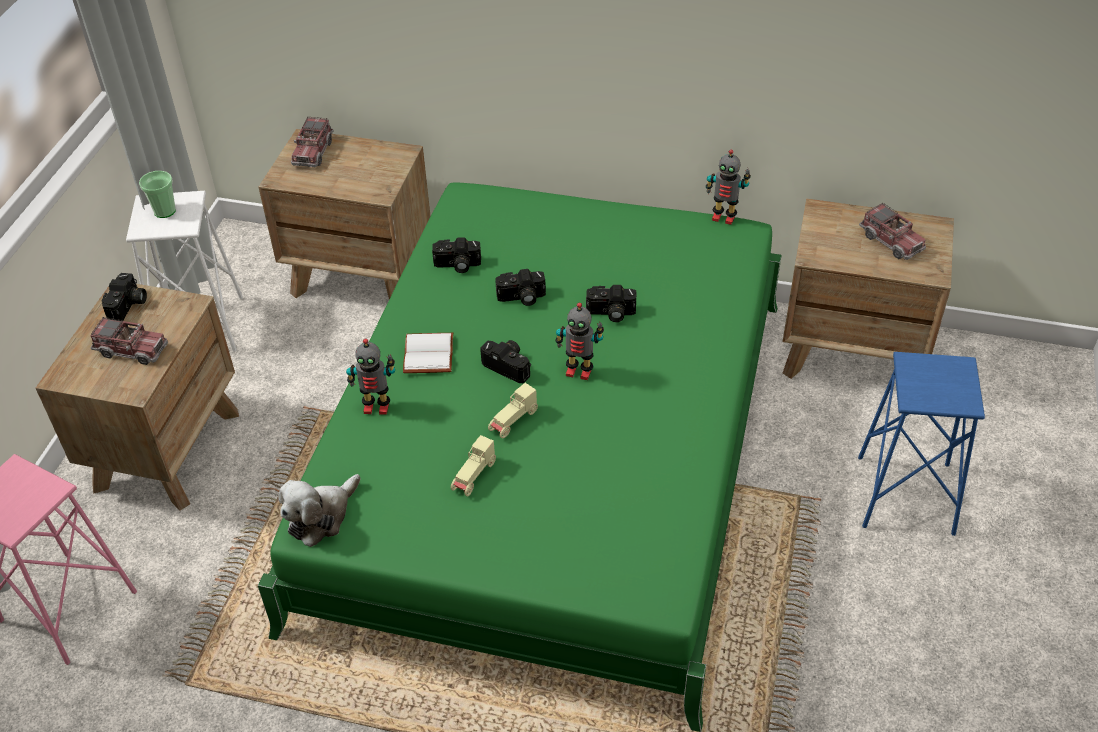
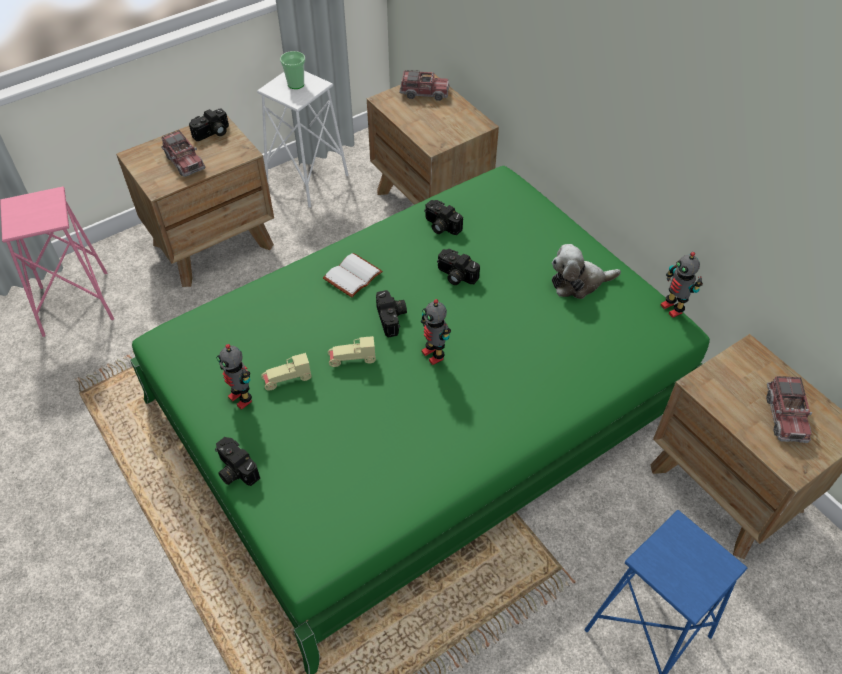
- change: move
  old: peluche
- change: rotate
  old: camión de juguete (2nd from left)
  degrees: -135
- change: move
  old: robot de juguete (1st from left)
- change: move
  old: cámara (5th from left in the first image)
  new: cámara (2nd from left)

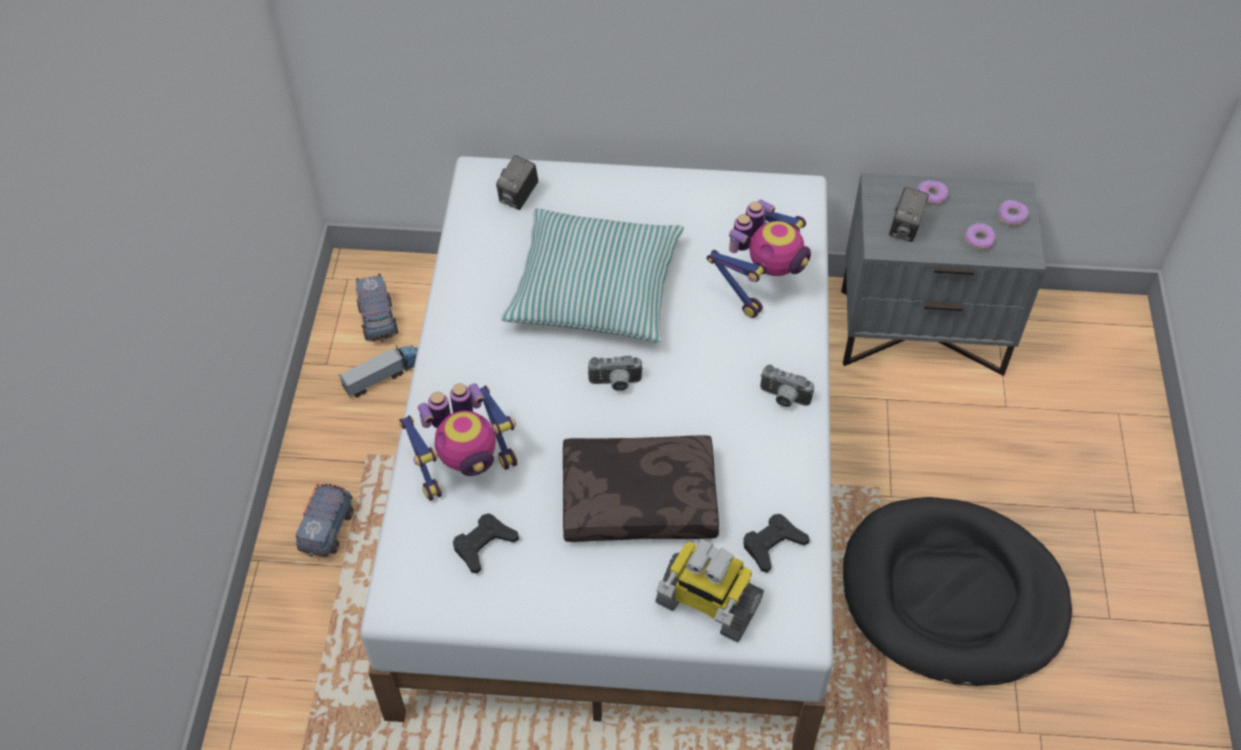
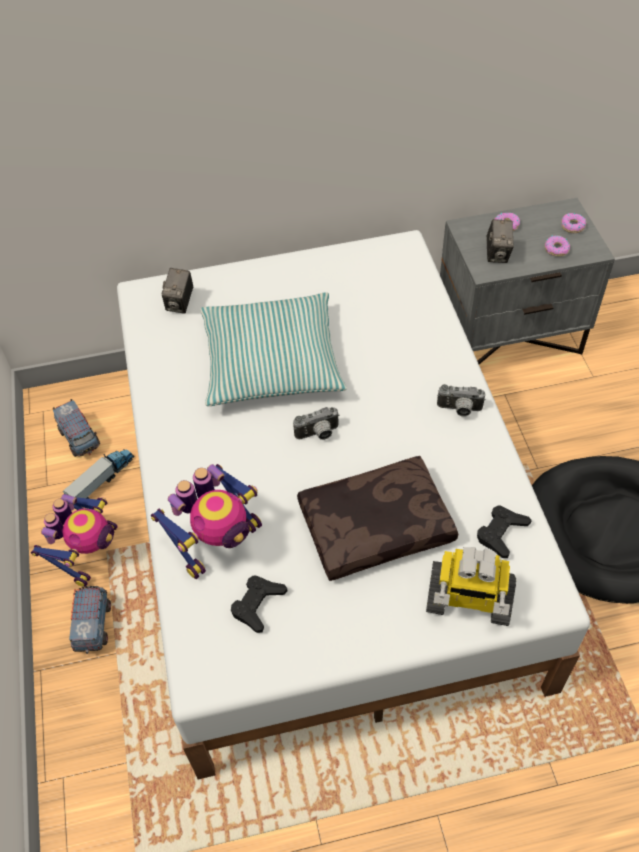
- change: move
  old: robot de juguete (3rd from left in the first image)
  new: robot de juguete (1st from left)

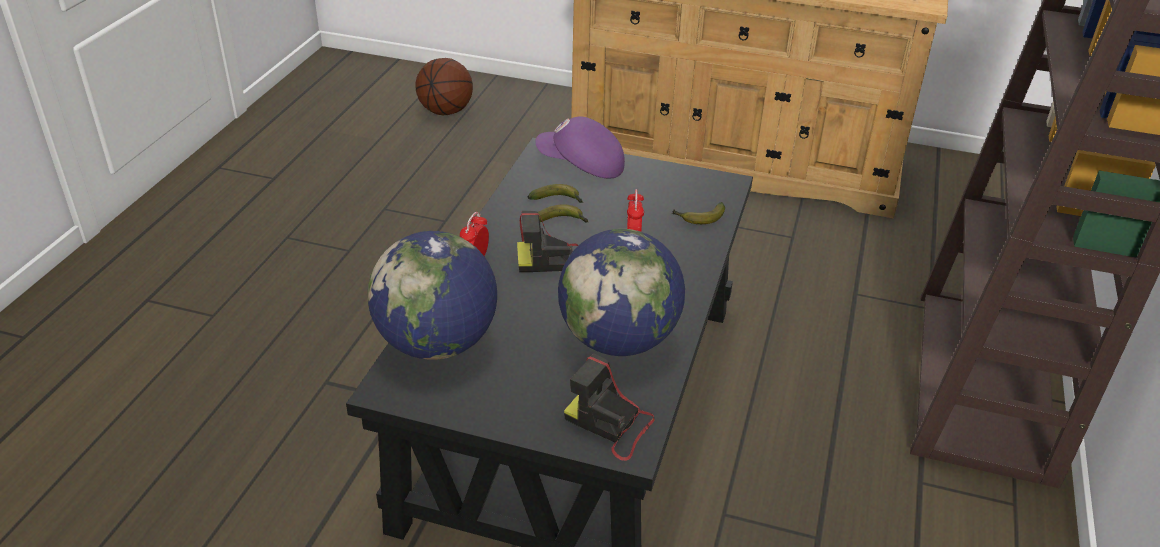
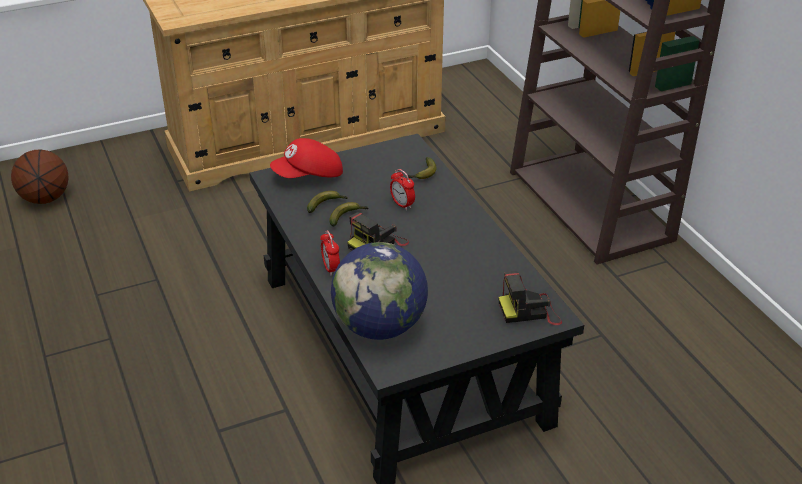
- change: recolor
  old: gorra (morado)
  new: gorra (rojo)
- change: delete
  old: globo terráqueo (2nd from left)

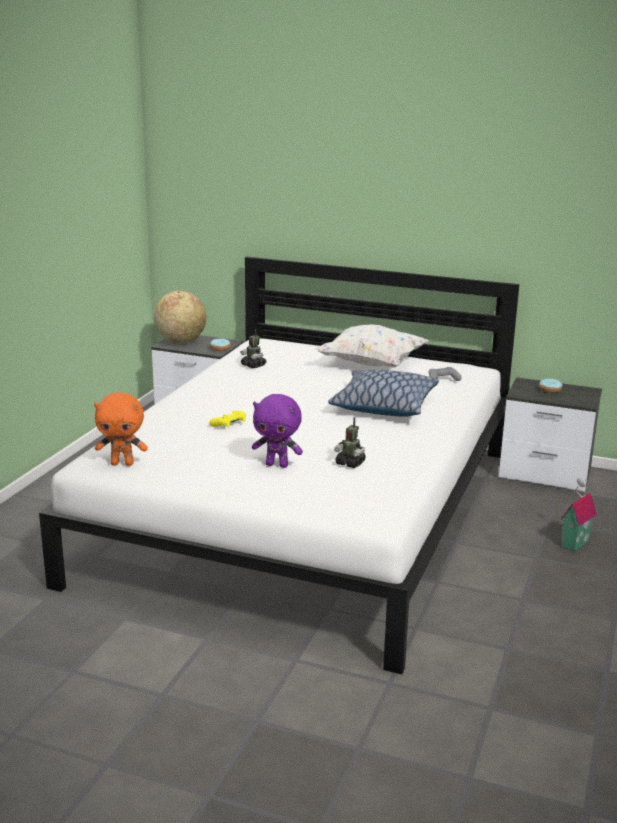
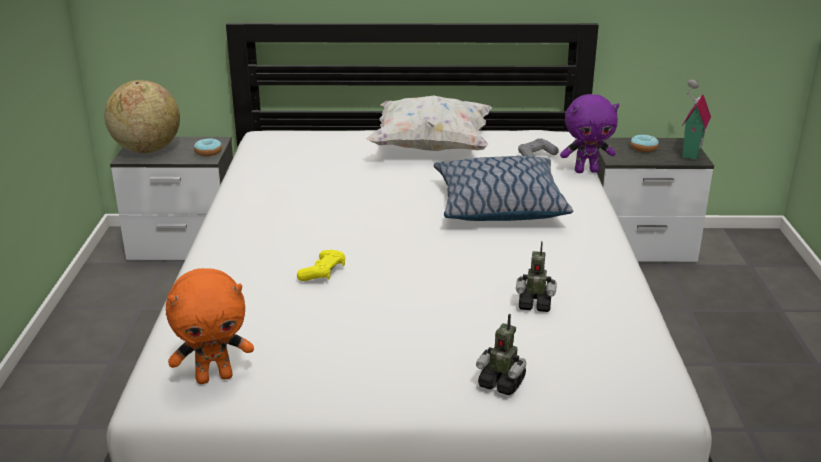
- change: move
  old: robot de juguete (1st from left)
- change: move
  old: peluche (morado)
- change: move
  old: casita

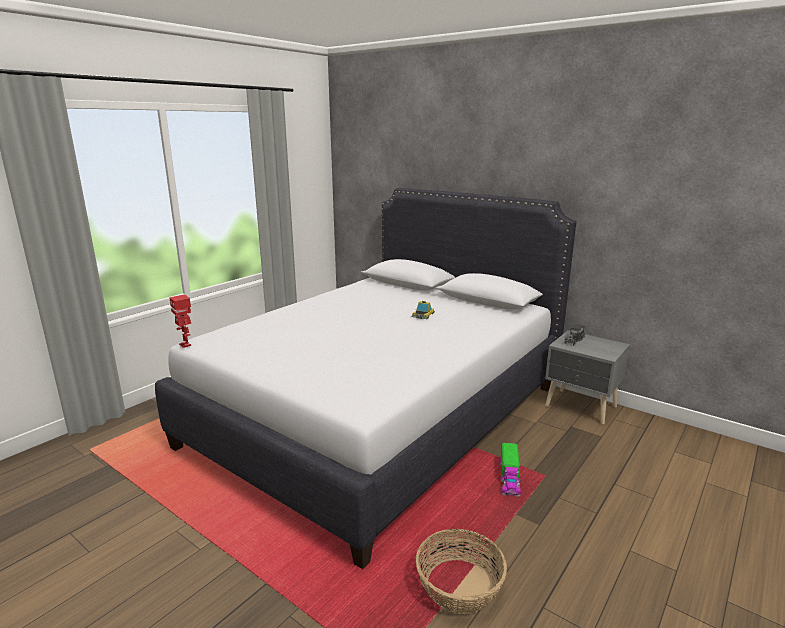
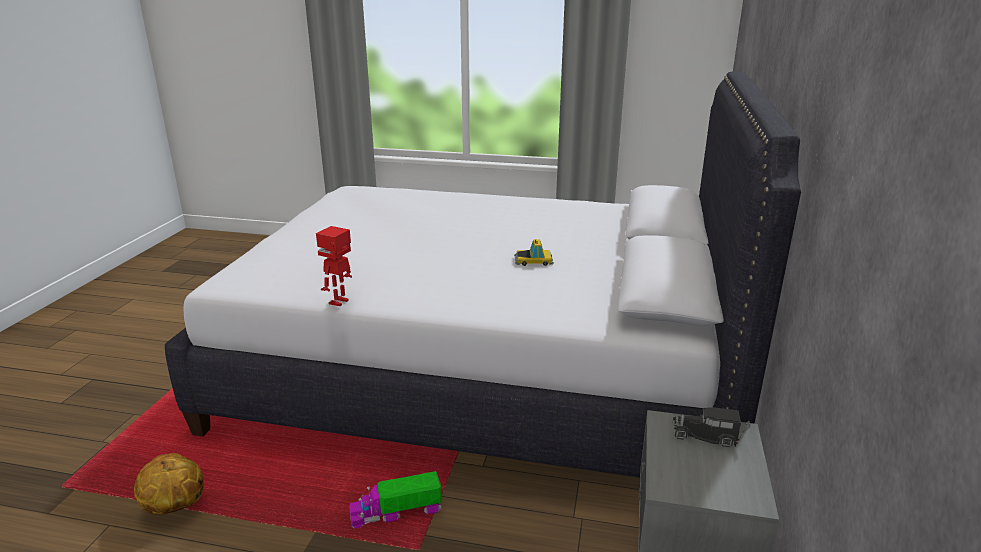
- change: move
  old: robot de juguete
- change: replace
  old: cesta
  new: balón de baloncesto

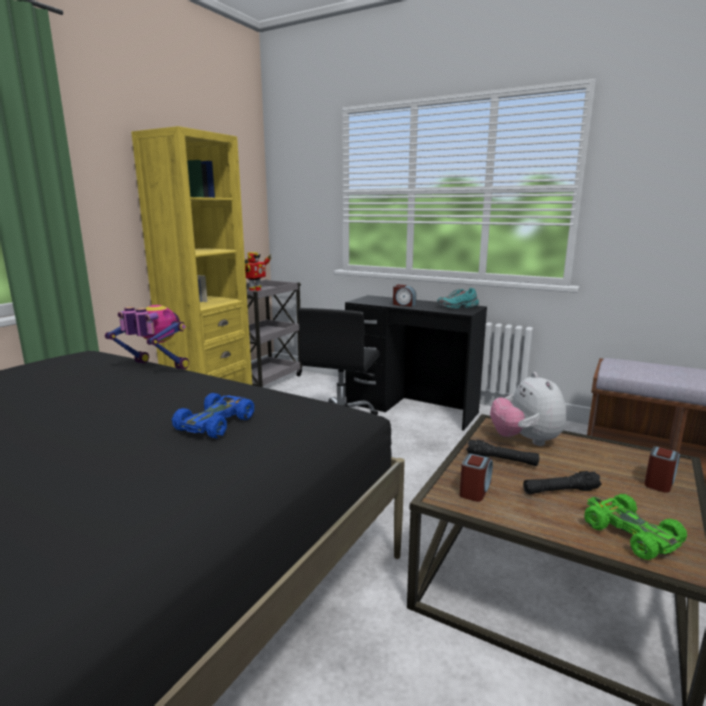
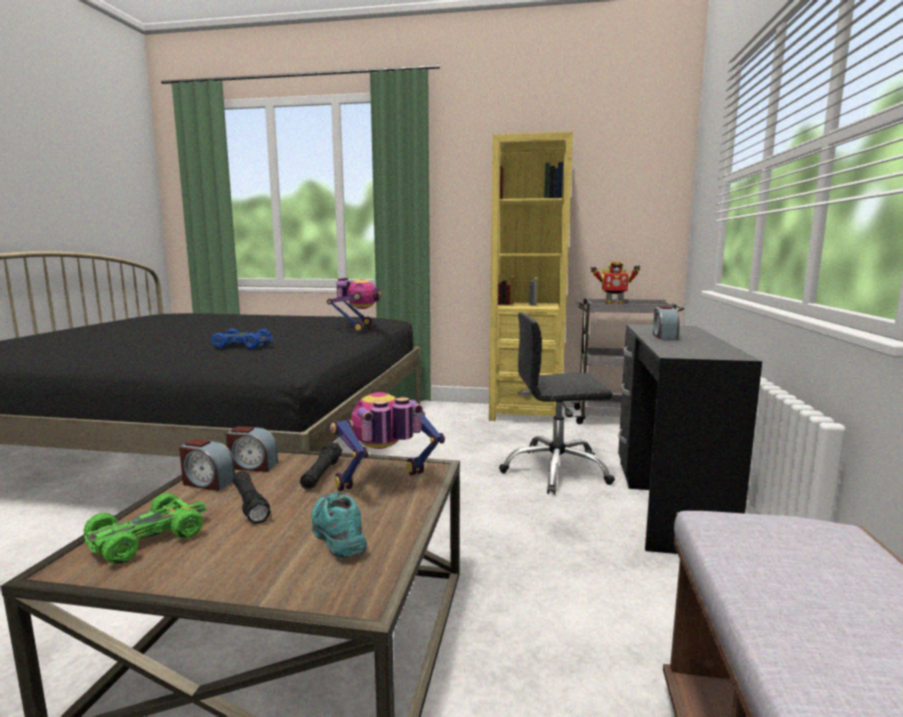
- change: move
  old: zapato (turquesa)
- change: replace
  old: peluche
  new: robot de juguete (2nd from left)
- change: move
  old: despertador (3rd from left in the first image)
  new: despertador (1st from left)

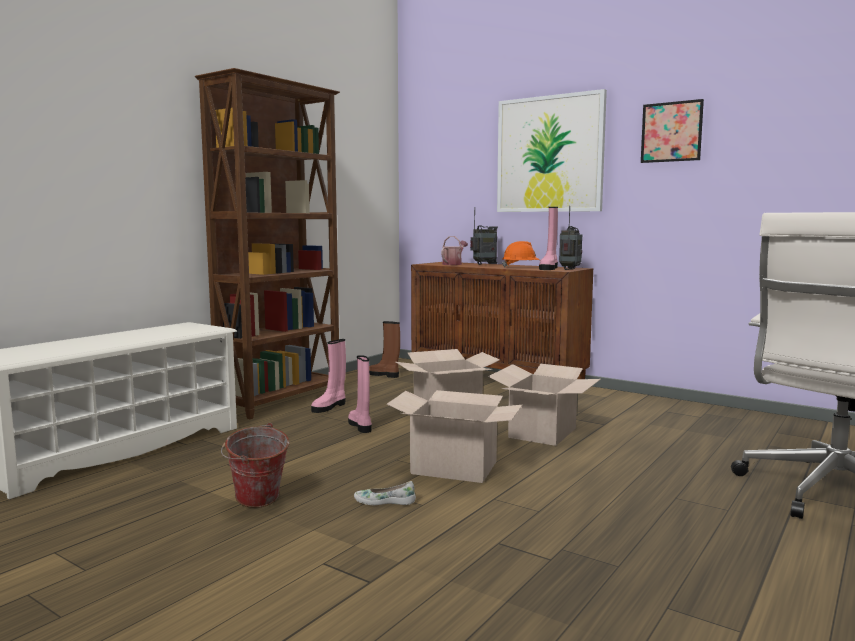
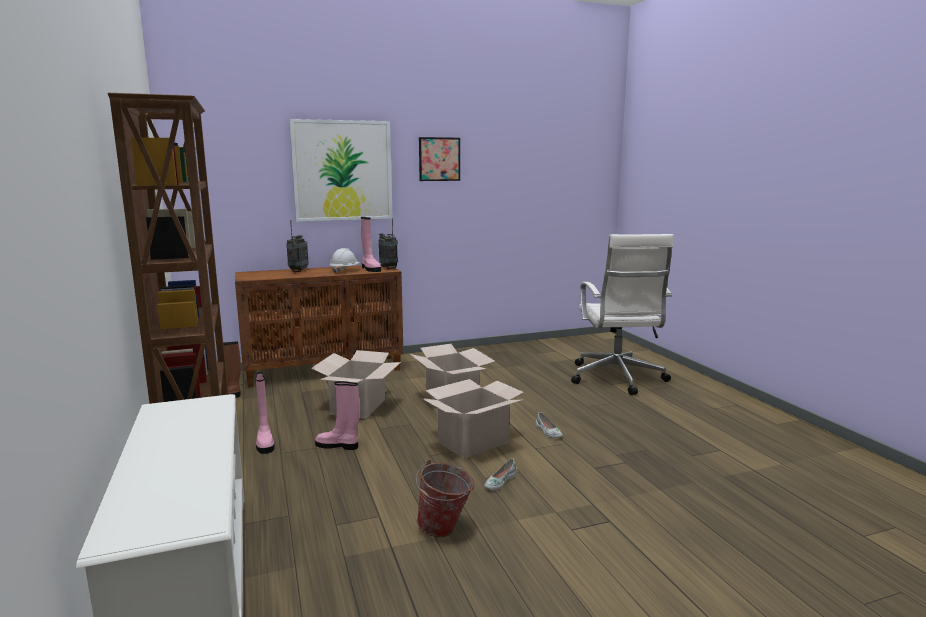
- change: delete
  old: regadera
- change: recolor
  old: casco (naranja)
  new: casco (blanco)
- change: insert
  new: zapato (blanco) (2nd from left)

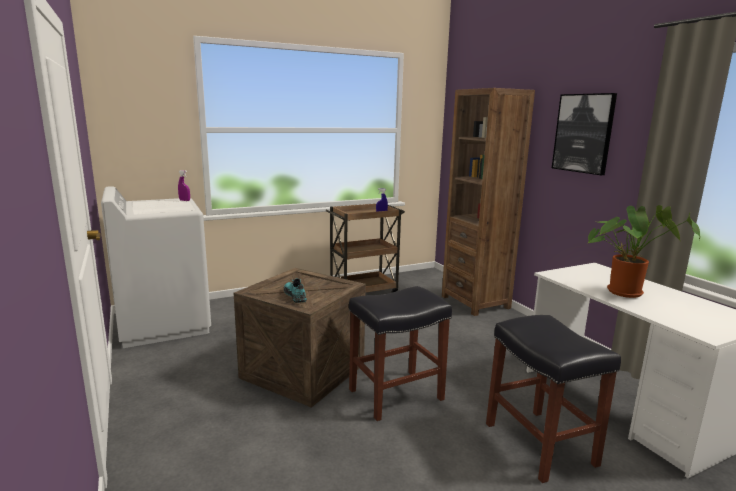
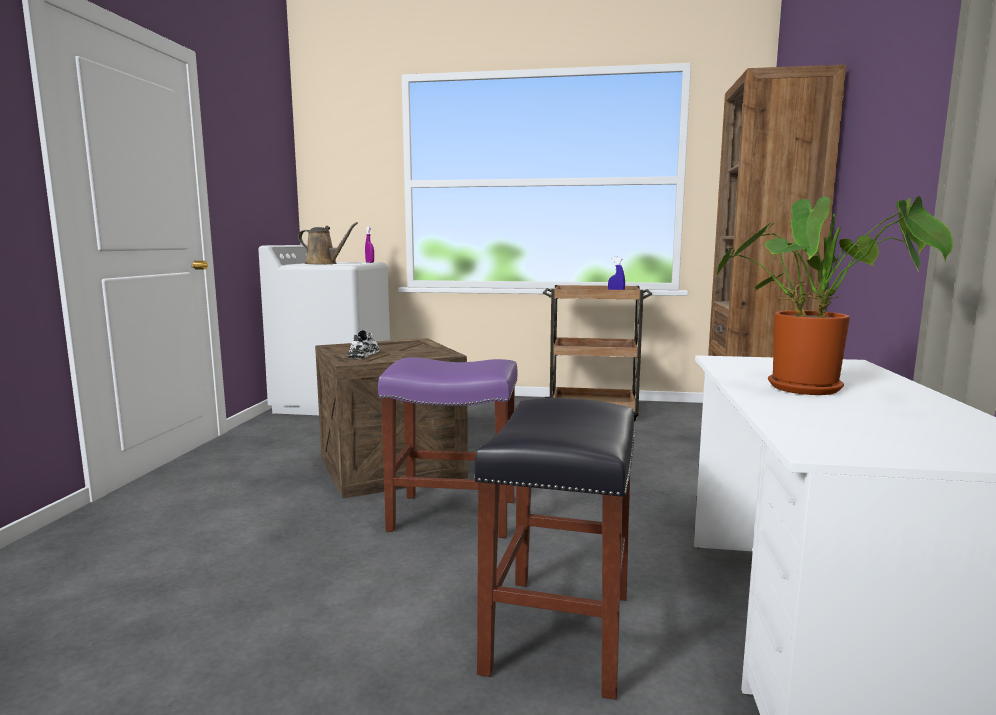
- change: recolor
  old: zapato (turquesa)
  new: zapato (blanco)
- change: recolor
  old: taburete (negro) (1st from left)
  new: taburete (morado)
- change: delete
  old: cuadro
- change: insert
  new: regadera (marrón)

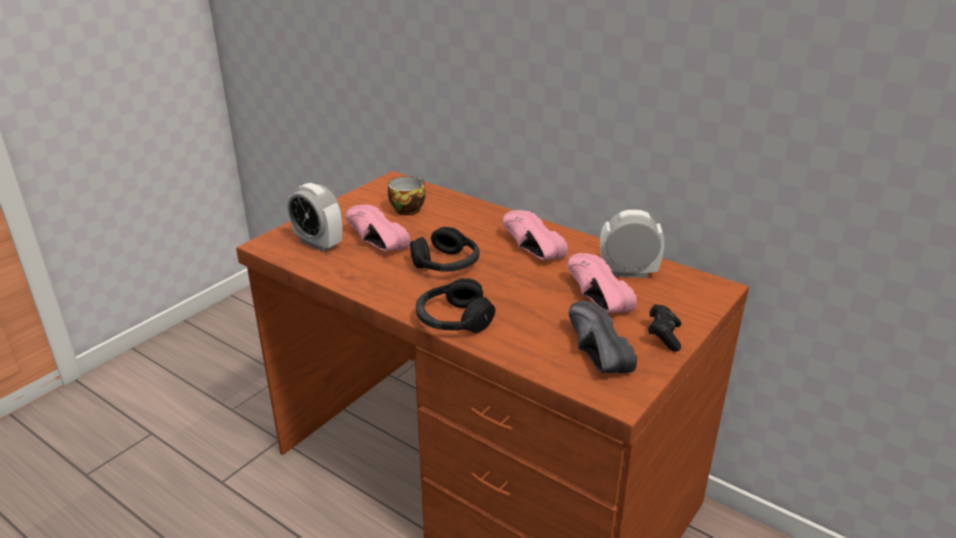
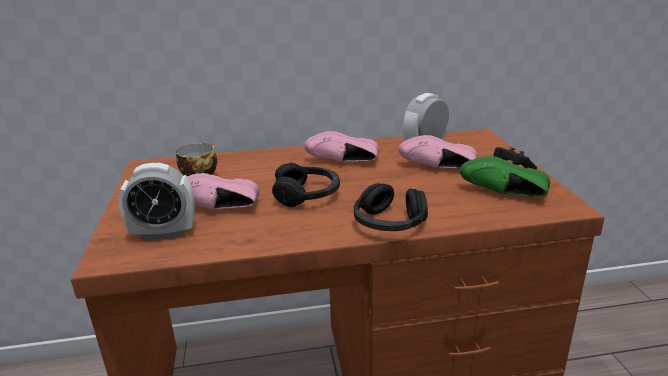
- change: recolor
  old: zapato (negro)
  new: zapato (verde)

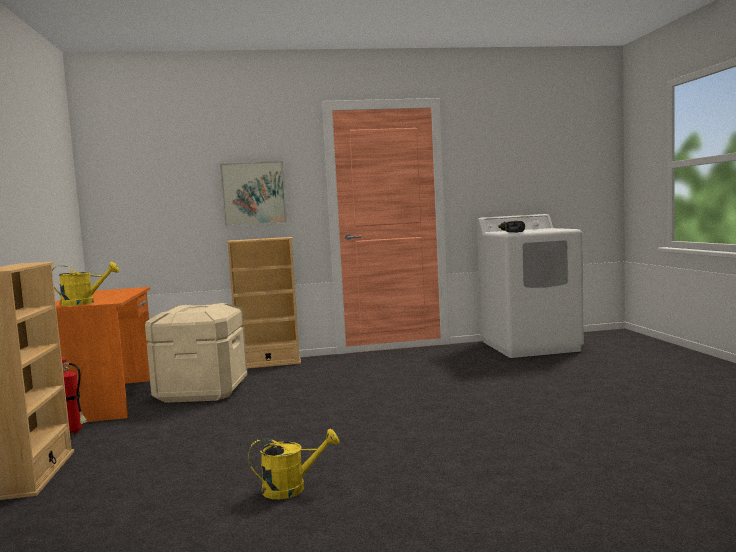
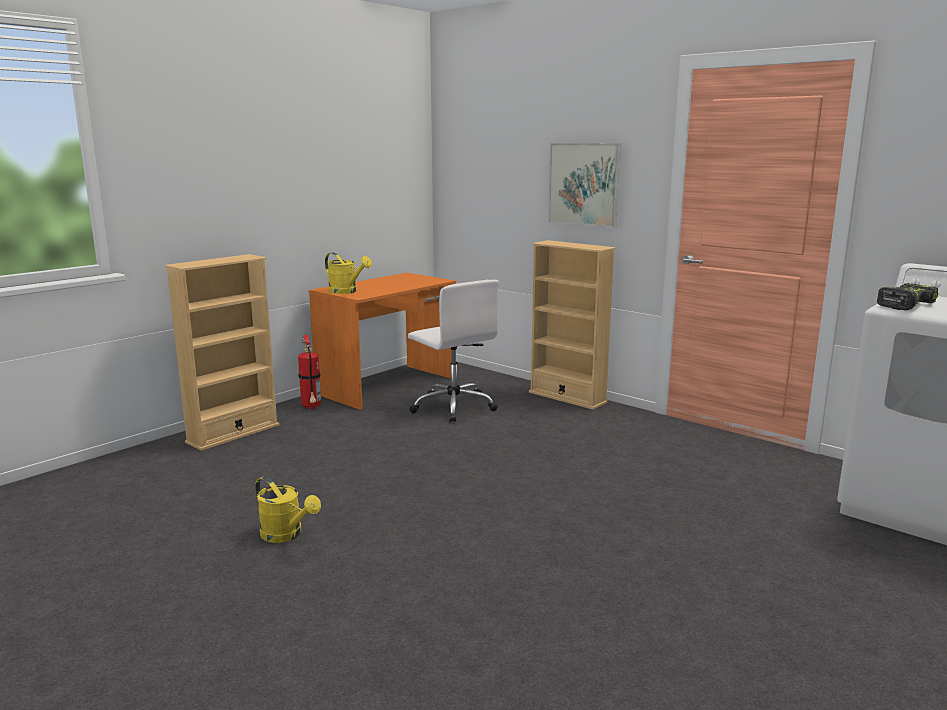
- change: replace
  old: caja de almacenaje (beis)
  new: silla de oficina (blanco)

